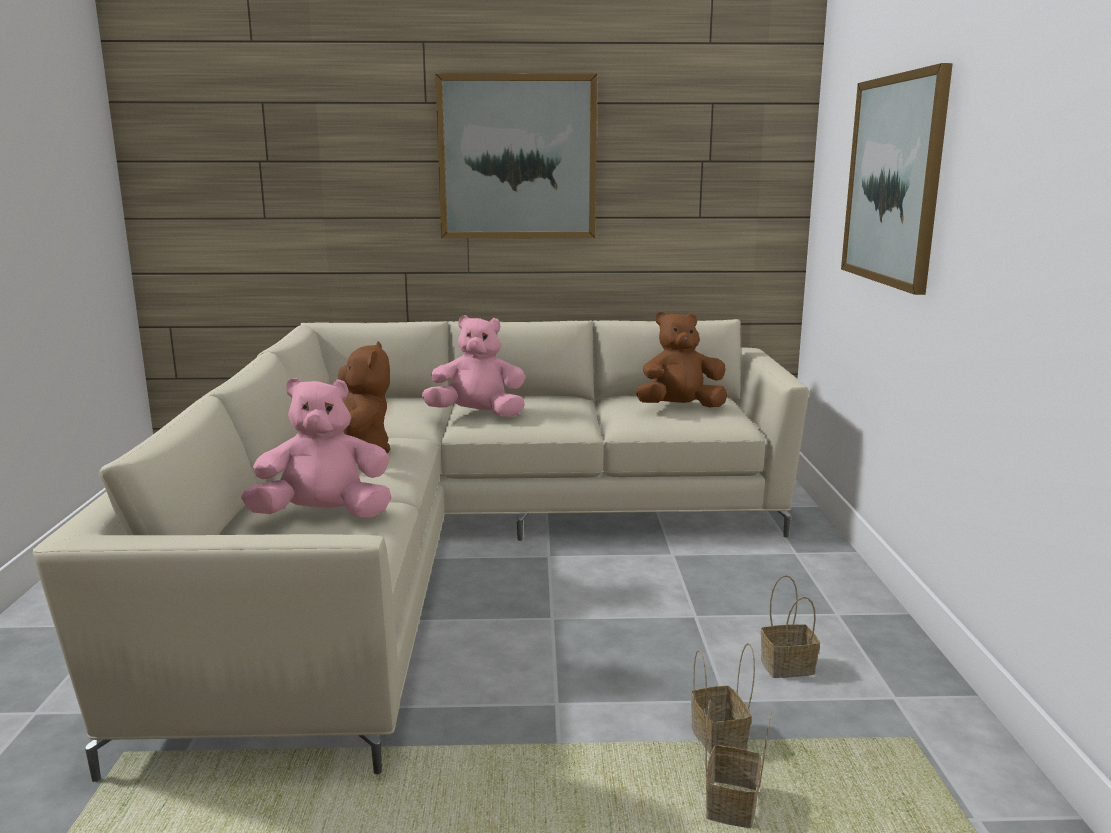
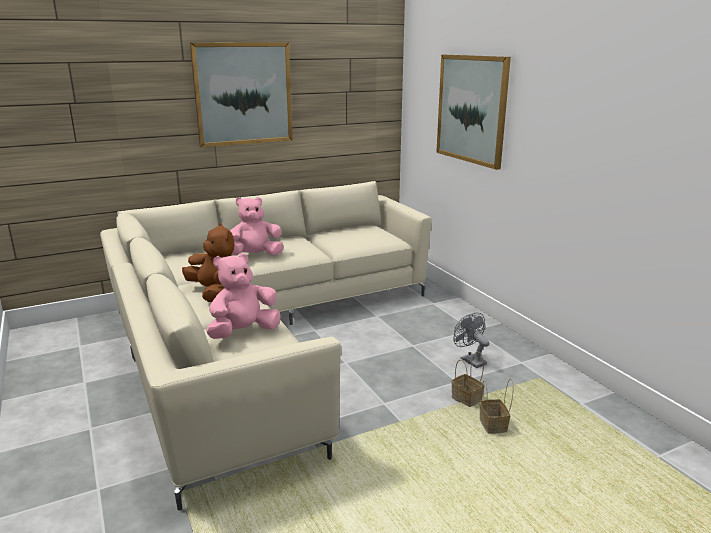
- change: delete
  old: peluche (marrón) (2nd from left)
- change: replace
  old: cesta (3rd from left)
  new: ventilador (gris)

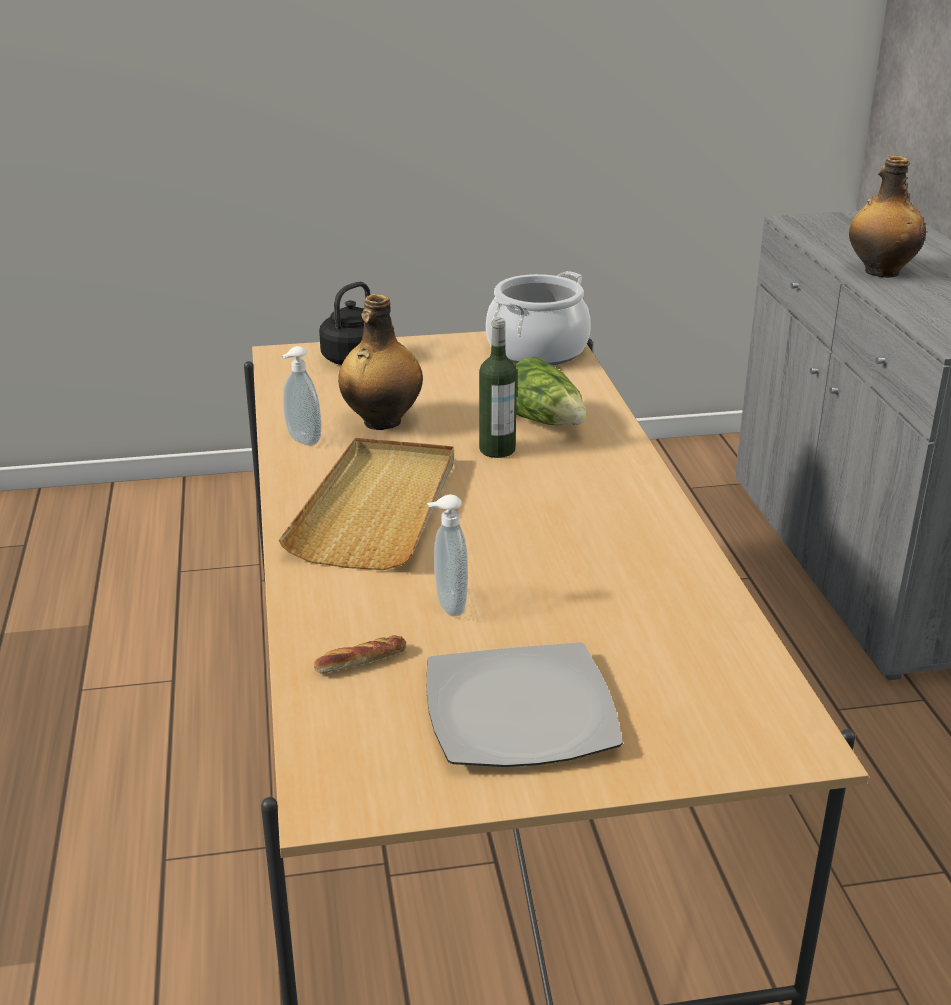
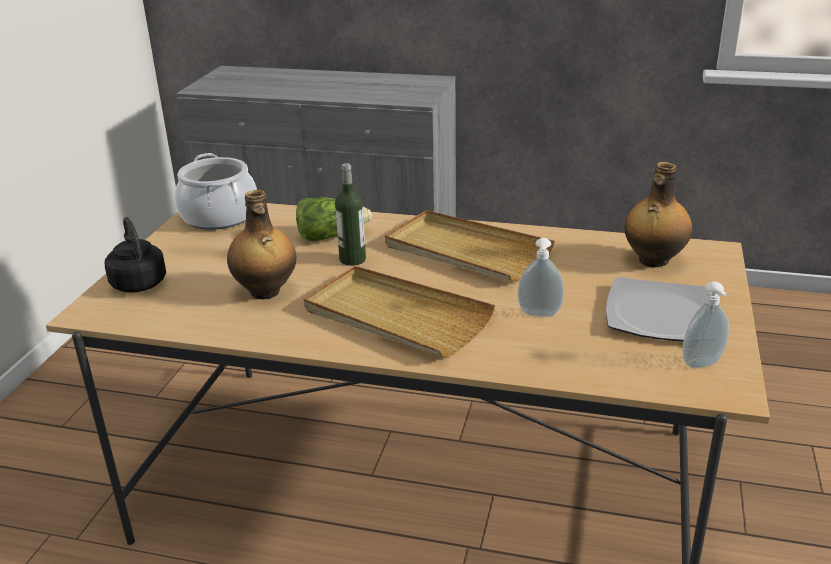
- change: move
  old: dispensador de jabón (1st from left in the first image)
  new: dispensador de jabón (2nd from left)
- change: delete
  old: pan
- change: move
  old: botella (3rd from left)
- change: insert
  new: bandeja (beis) (2nd from left)

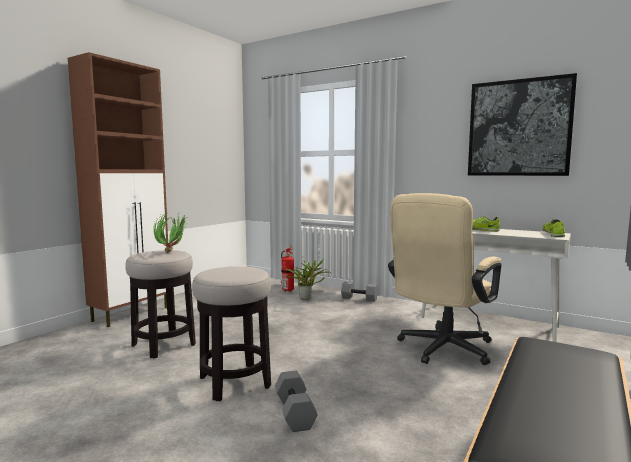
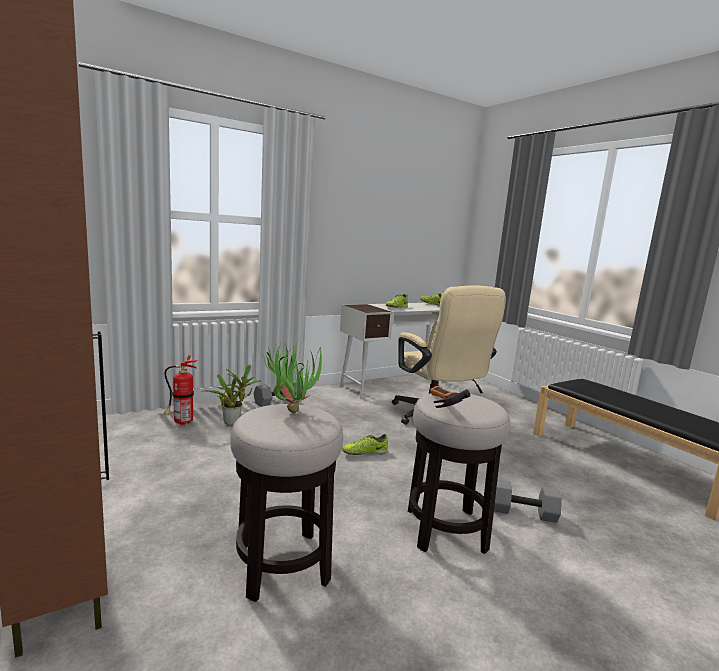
- change: delete
  old: cuadro
- change: insert
  new: zapato (1st from left)
- change: insert
  new: martillo

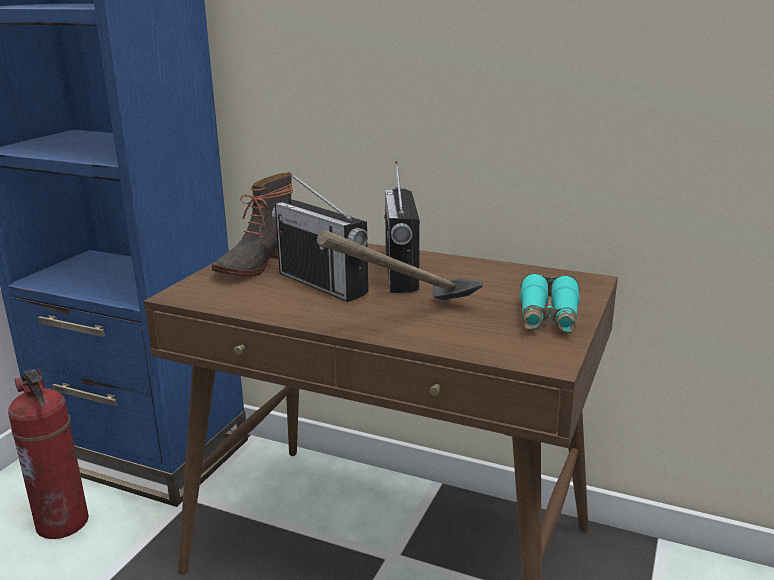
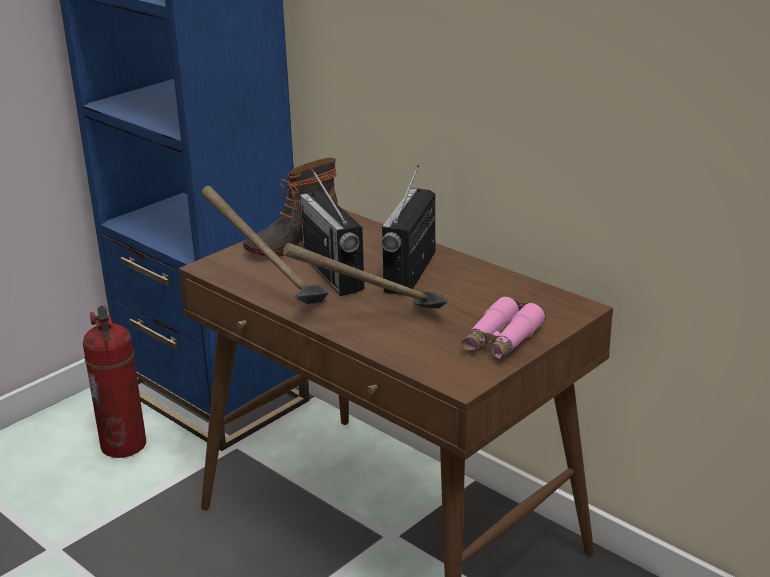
- change: recolor
  old: prismáticos (turquesa)
  new: prismáticos (rosa)
- change: insert
  new: martillo (1st from left)

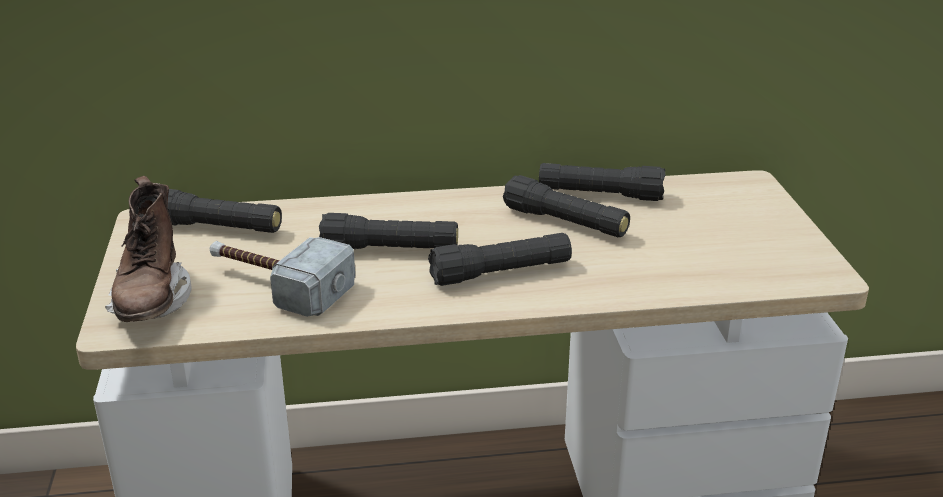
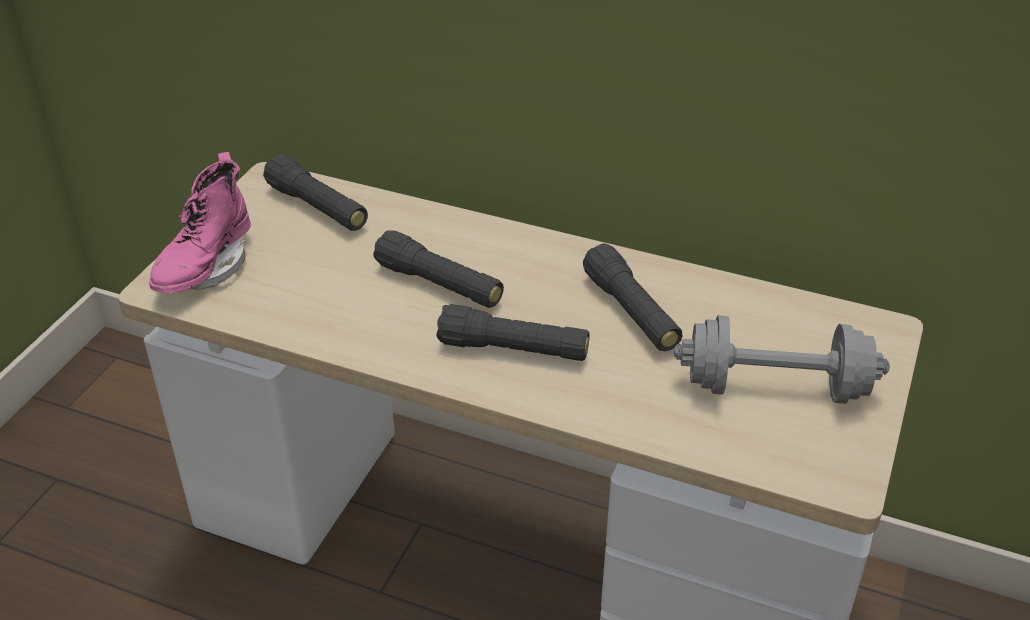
- change: recolor
  old: bota (marrón)
  new: bota (rosa)
- change: delete
  old: martillo
- change: delete
  old: linterna (negro) (5th from left)
- change: insert
  new: mancuerna (gris)

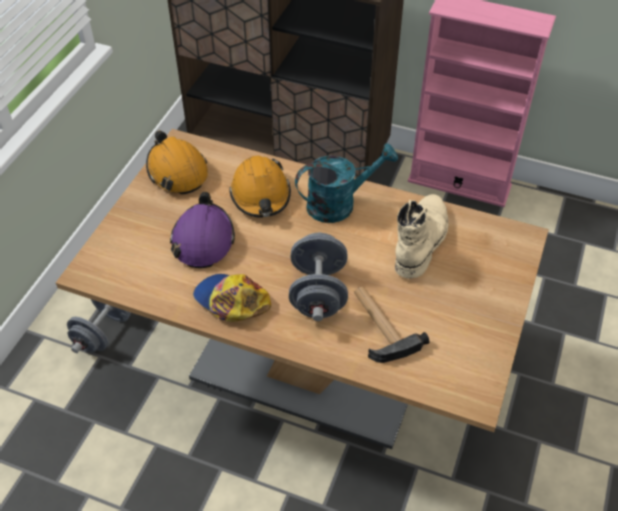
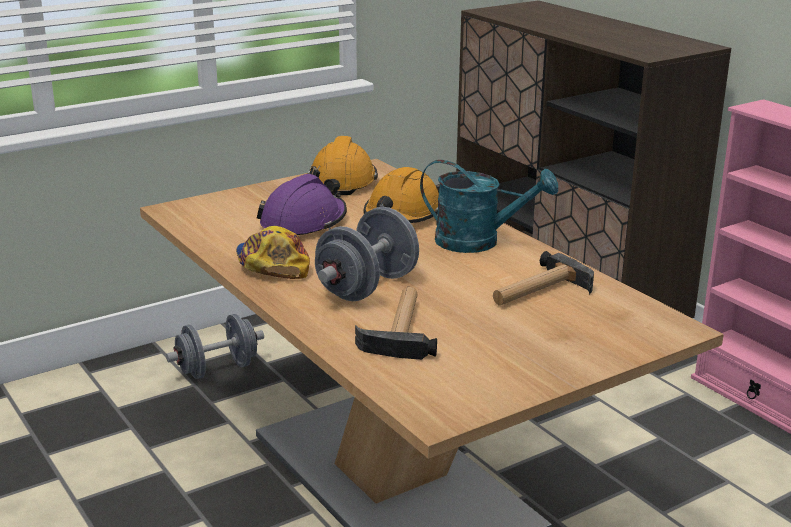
- change: replace
  old: bota (beis)
  new: martillo (2nd from left)

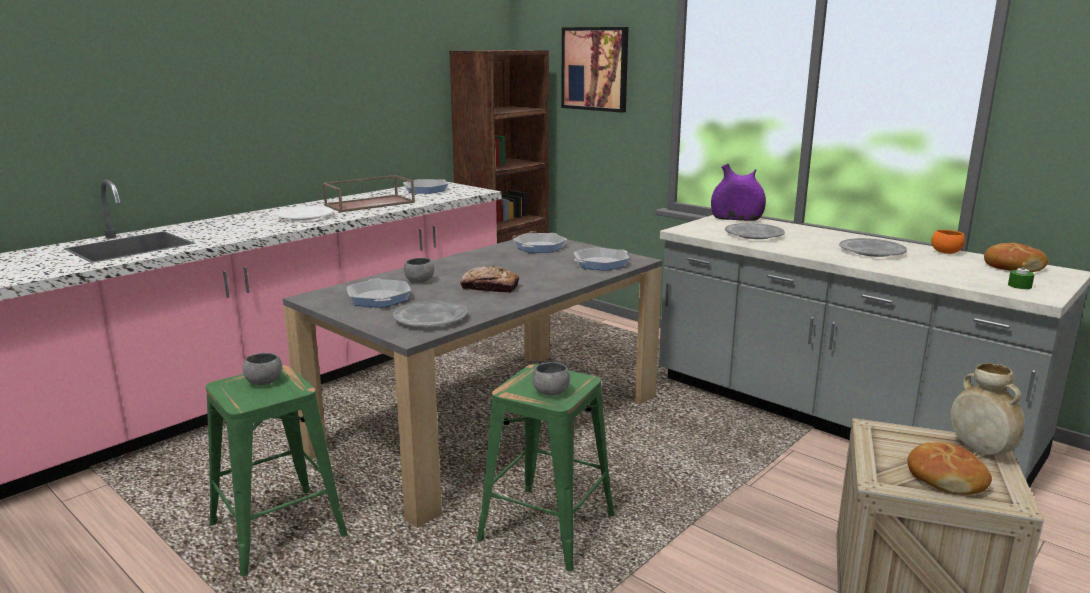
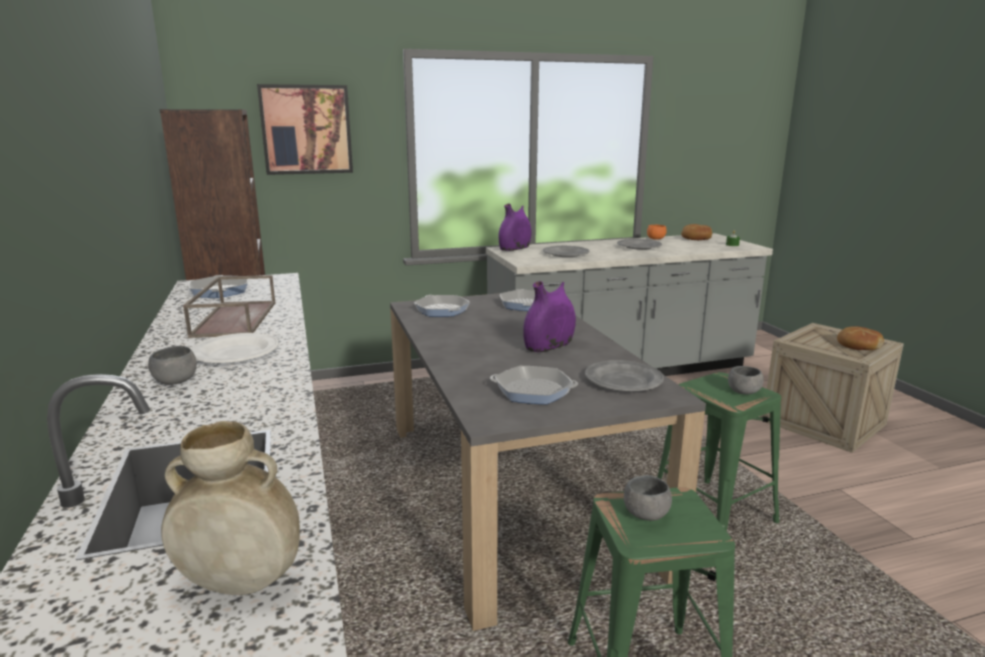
- change: move
  old: cuenco (gris) (2nd from left in the first image)
  new: cuenco (gris) (1st from left)
- change: replace
  old: pan (1st from left)
  new: florero (morado) (2nd from left)
- change: move
  old: florero (beis)

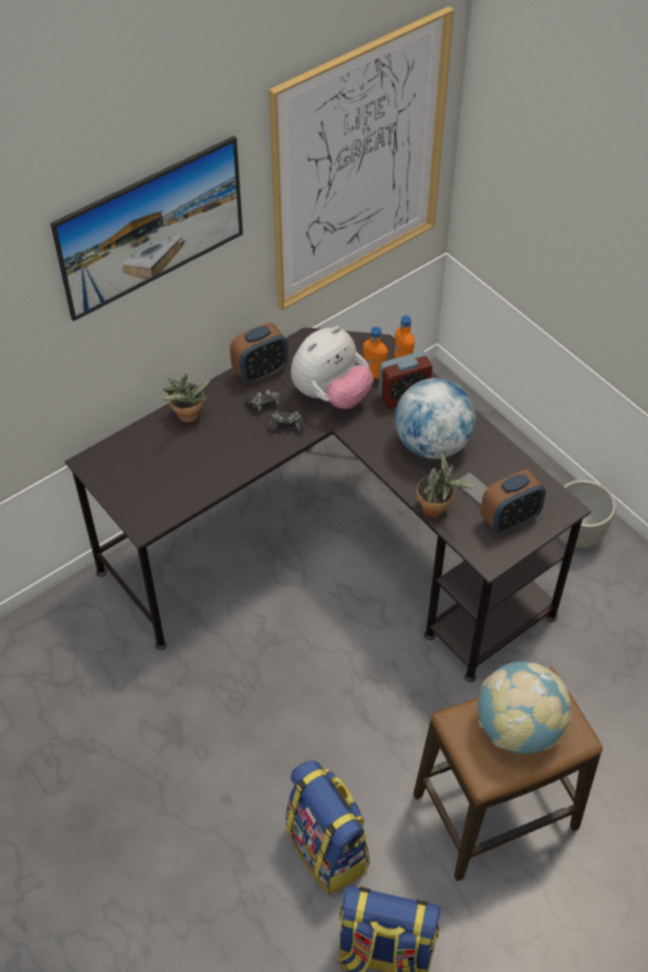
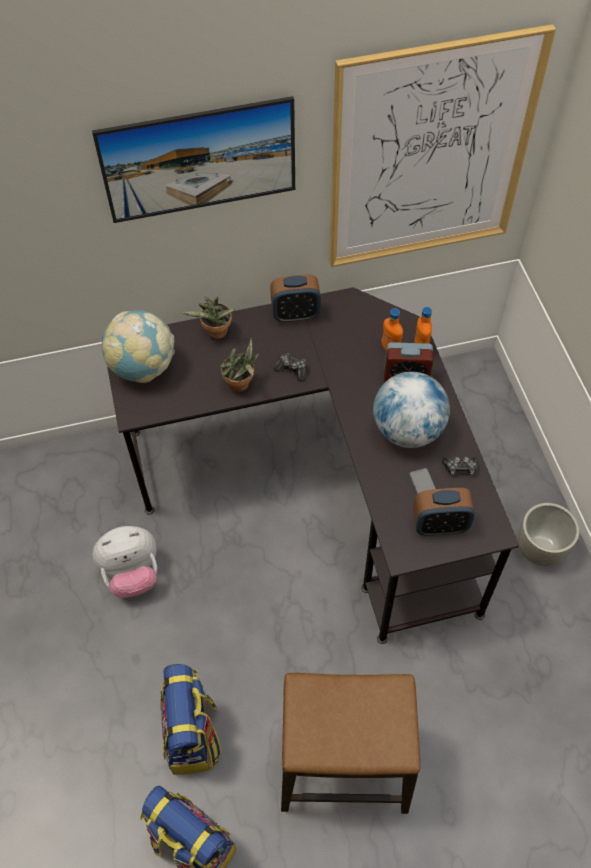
- change: move
  old: mando de consola (1st from left in the first image)
  new: mando de consola (2nd from left)
- change: move
  old: peluche
- change: move
  old: planta en maceta (2nd from left)
- change: move
  old: globo terráqueo (2nd from left in the first image)
  new: globo terráqueo (1st from left)

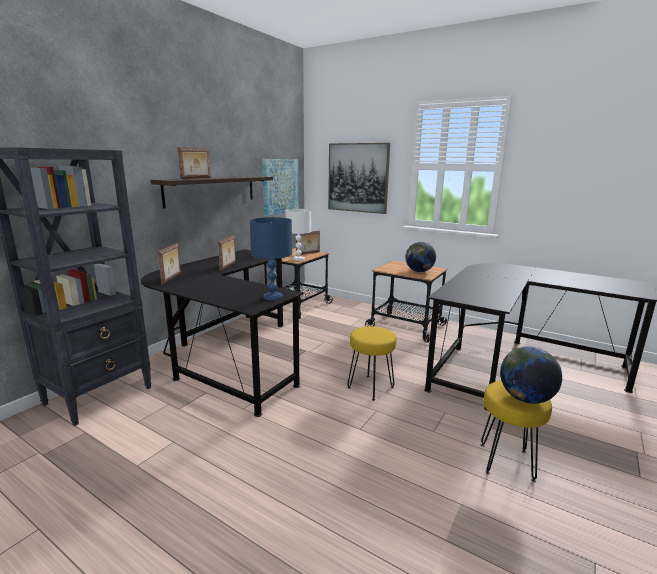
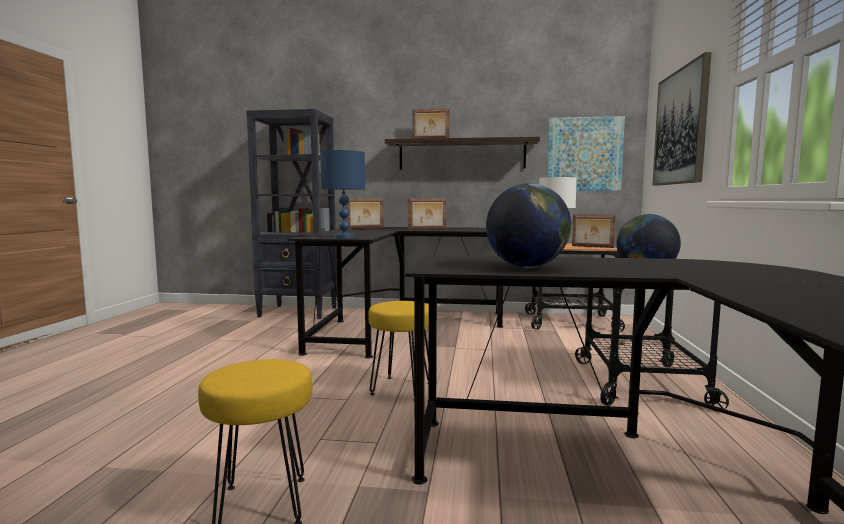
- change: move
  old: globo terráqueo (2nd from left in the first image)
  new: globo terráqueo (1st from left)

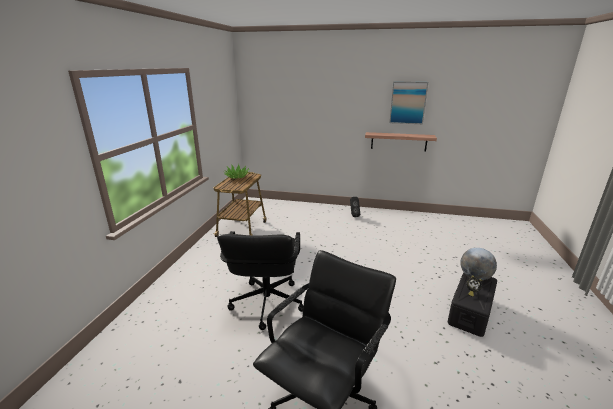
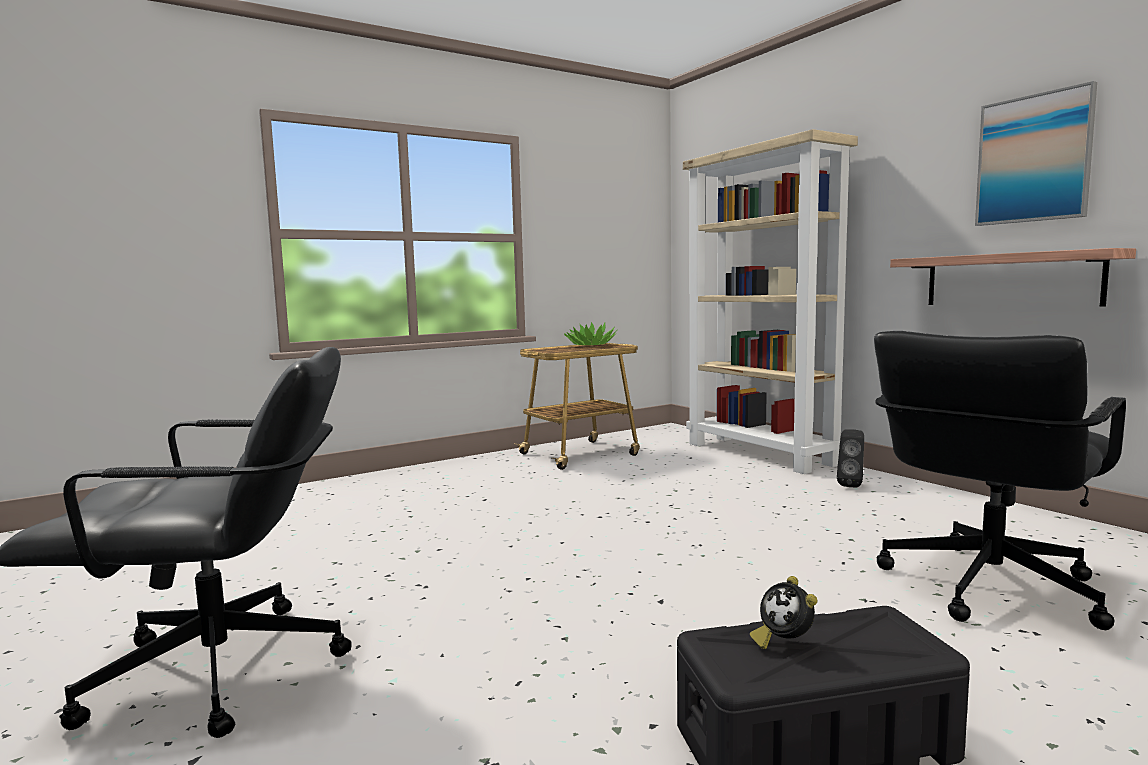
- change: move
  old: silla de oficina (negro) (1st from left in the first image)
  new: silla de oficina (negro) (2nd from left)
- change: delete
  old: globo terráqueo
- change: insert
  new: estantería (beis)

